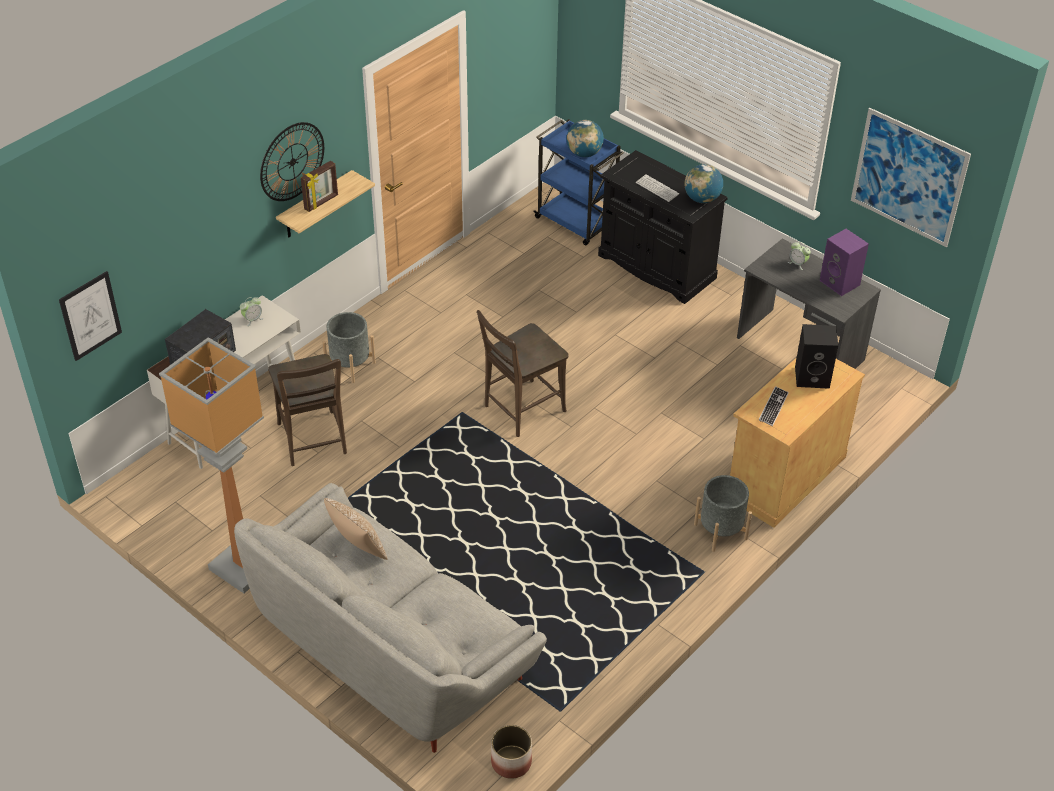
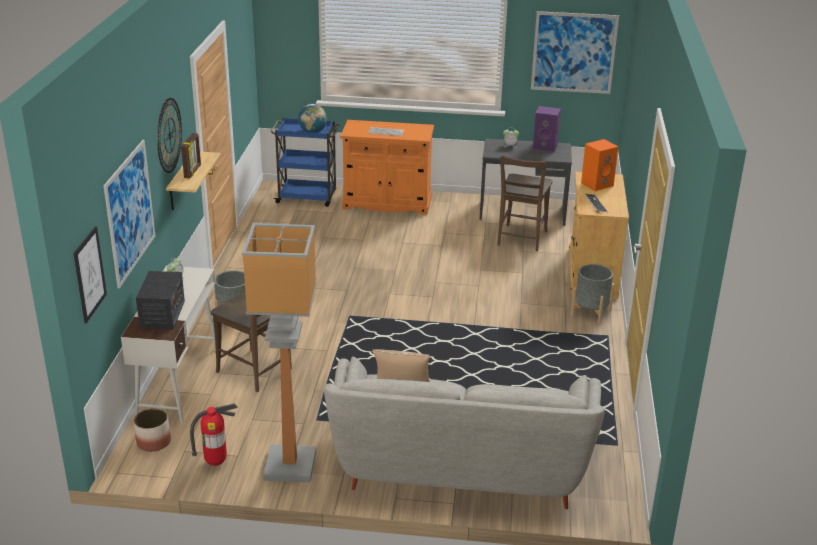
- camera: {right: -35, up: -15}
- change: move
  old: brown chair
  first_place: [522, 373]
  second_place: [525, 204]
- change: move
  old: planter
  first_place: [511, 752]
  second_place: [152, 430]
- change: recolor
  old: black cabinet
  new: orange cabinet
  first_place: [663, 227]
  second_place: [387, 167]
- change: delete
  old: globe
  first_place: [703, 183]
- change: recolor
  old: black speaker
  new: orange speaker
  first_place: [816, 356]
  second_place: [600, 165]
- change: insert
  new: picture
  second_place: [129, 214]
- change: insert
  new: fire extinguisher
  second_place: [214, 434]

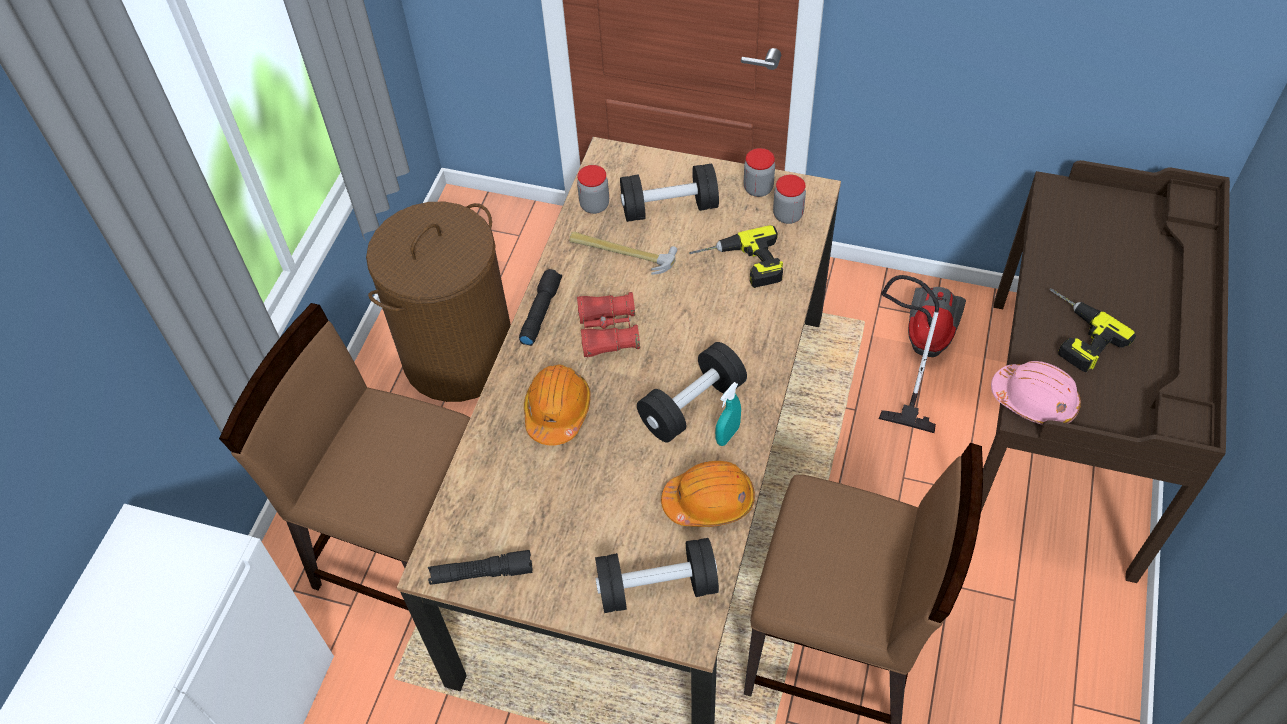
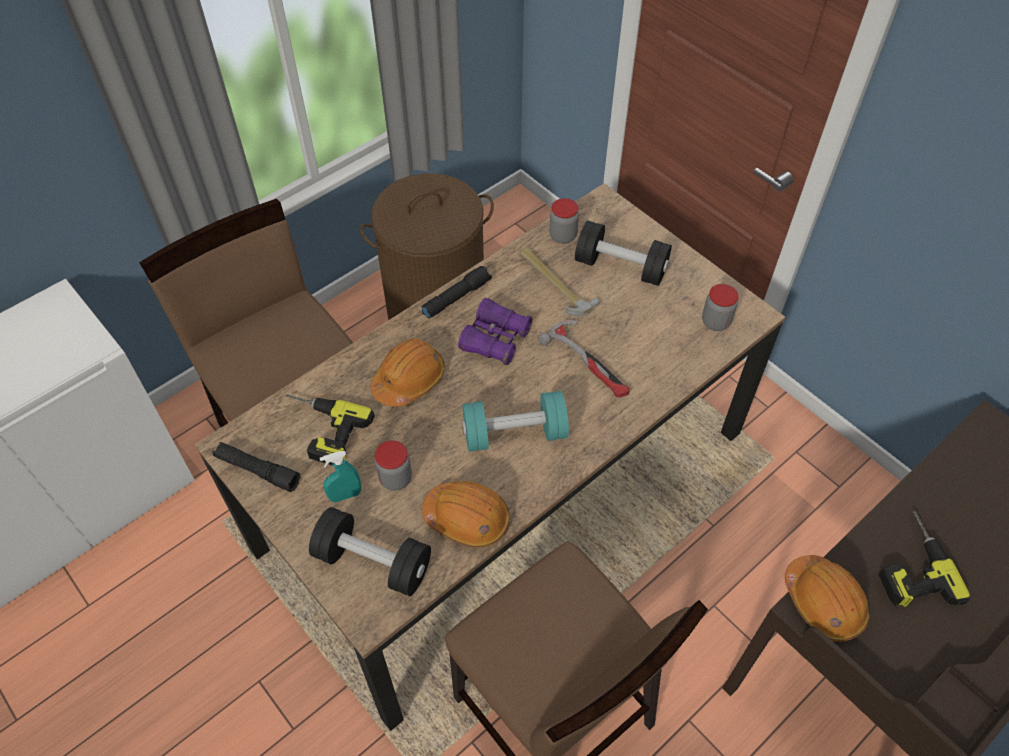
- camera: {right: 30, up: 0}
- change: recolor
  old: red binoculars
  new: purple binoculars
  first_place: [608, 324]
  second_place: [495, 331]
- change: recolor
  old: black dumbbell
  new: turquoise dumbbell
  first_place: [692, 392]
  second_place: [515, 421]
- change: move
  old: power drill
  first_place: [736, 256]
  second_place: [330, 429]
- change: move
  old: turquoise spray bottle
  first_place: [728, 414]
  second_place: [340, 477]
- change: move
  old: jar
  first_place: [759, 172]
  second_place: [393, 465]
- change: delete
  old: vacuum cleaner
  first_place: [922, 354]
- change: recolor
  old: pink hard hat
  new: orange hard hat
  first_place: [1036, 393]
  second_place: [827, 598]
- change: insert
  new: hammer
  second_place: [584, 358]

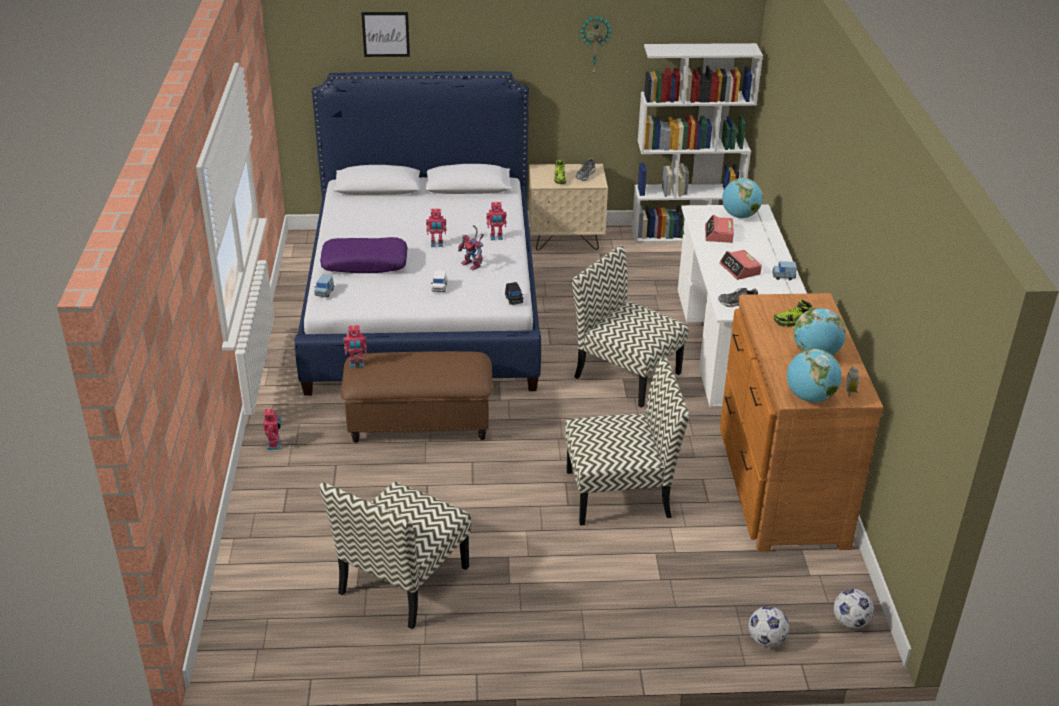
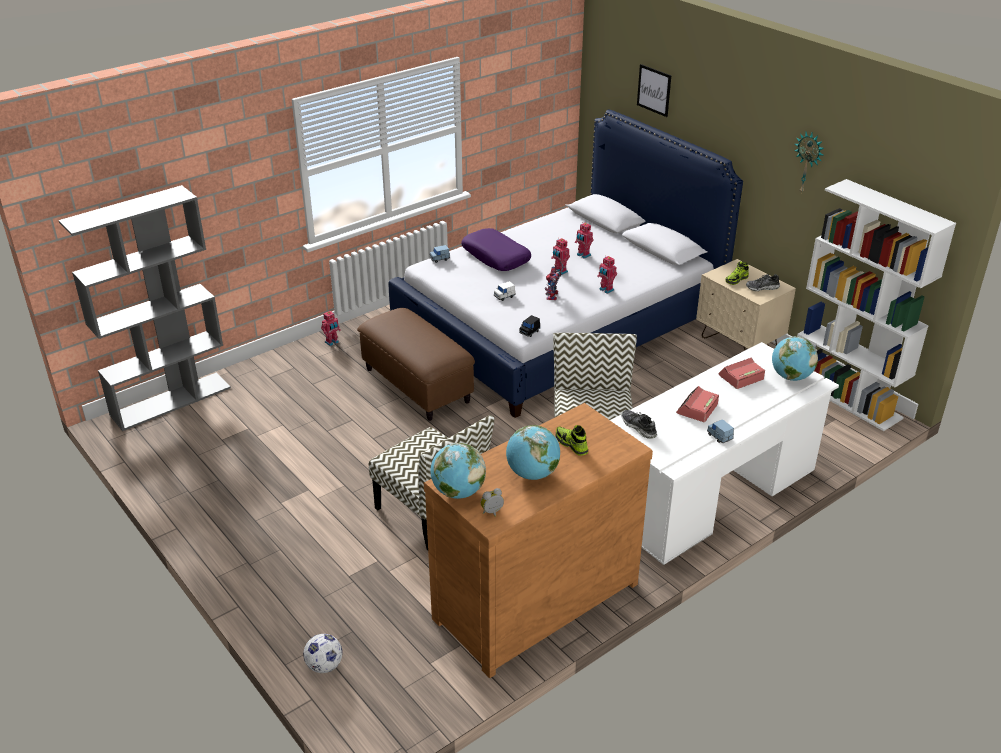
- camera: {right: 55, up: 0}
- change: delete
  old: chair
  first_place: [395, 555]
- change: move
  old: toy robot
  first_place: [355, 346]
  second_place: [584, 240]
- change: delete
  old: football
  first_place: [853, 609]
- change: insert
  new: grey bookcase
  second_place: [144, 308]

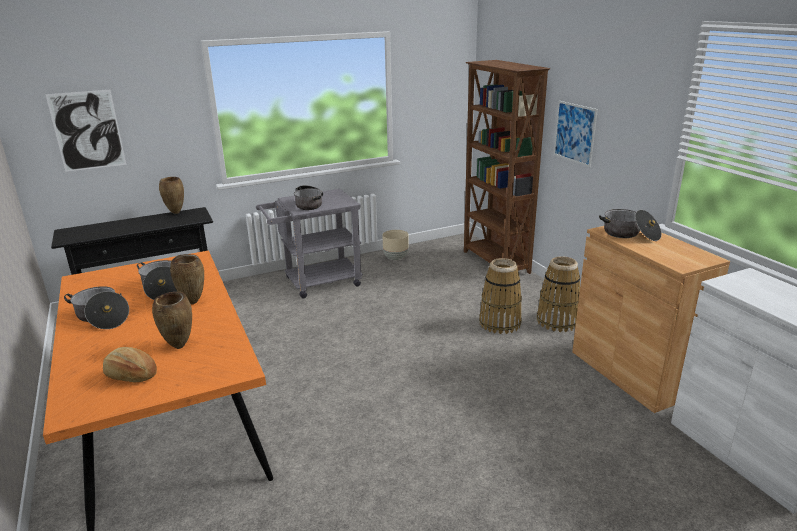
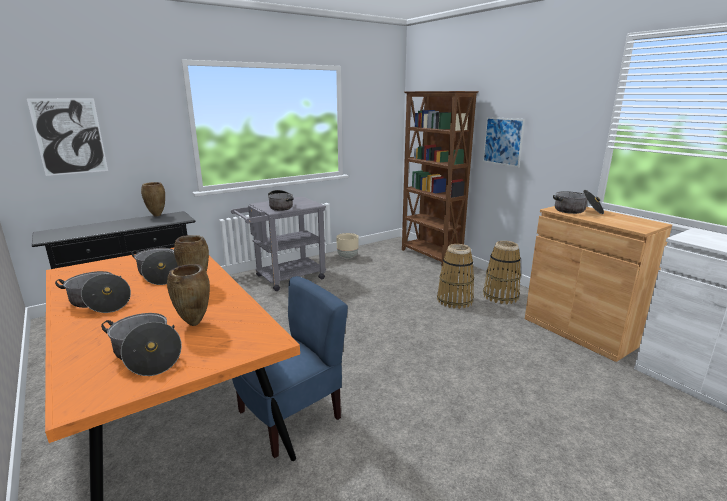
- camera: {right: -10, up: -5}
- change: replace
  old: bread
  new: cooking pot
  first_place: [130, 365]
  second_place: [141, 344]
- change: insert
  new: blue chair
  second_place: [290, 367]

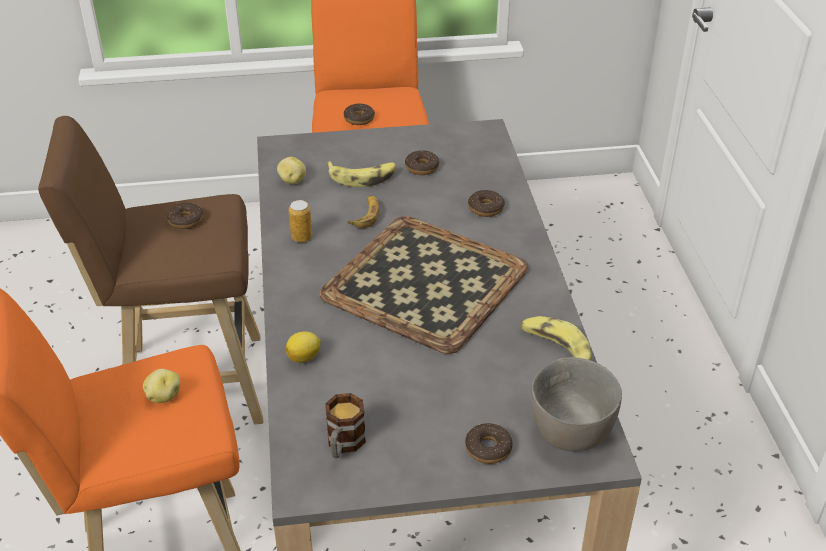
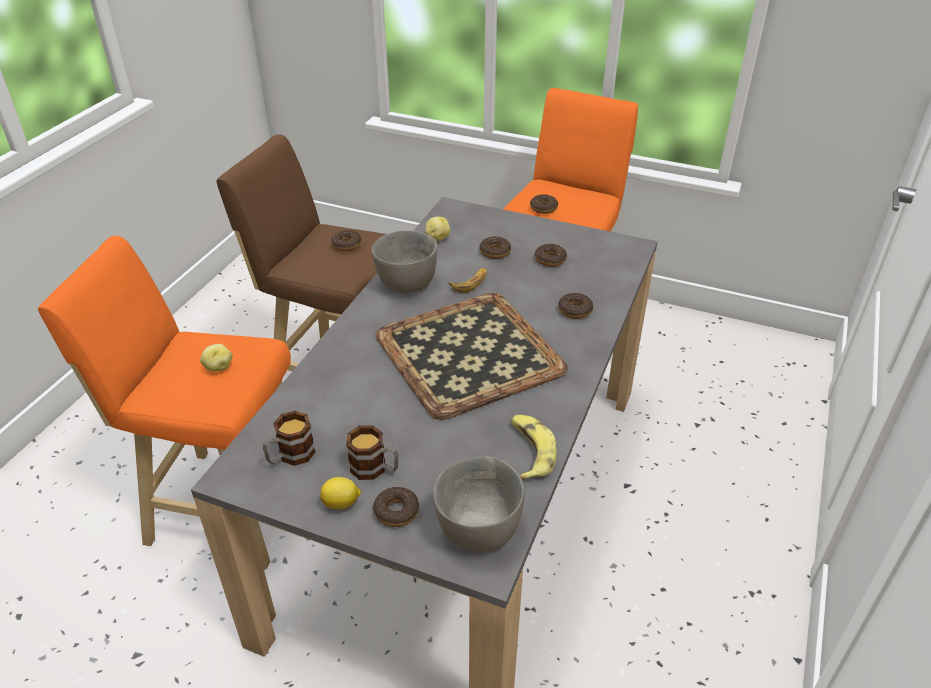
- camera: {right: 30, up: 0}
- change: move
  old: lemon
  first_place: [303, 347]
  second_place: [340, 493]
- change: replace
  old: can
  new: grey bowl
  first_place: [300, 221]
  second_place: [404, 261]
- change: replace
  old: banana
  new: donut
  first_place: [361, 174]
  second_place: [495, 247]
- change: insert
  new: mug
  second_place: [372, 453]

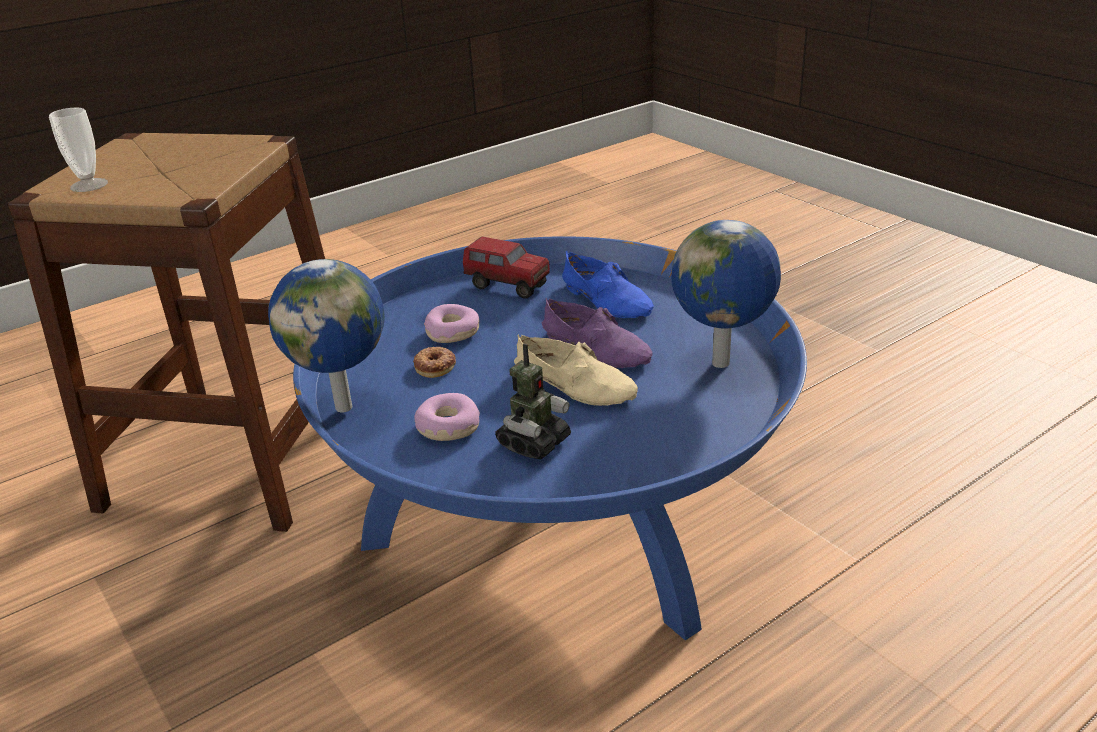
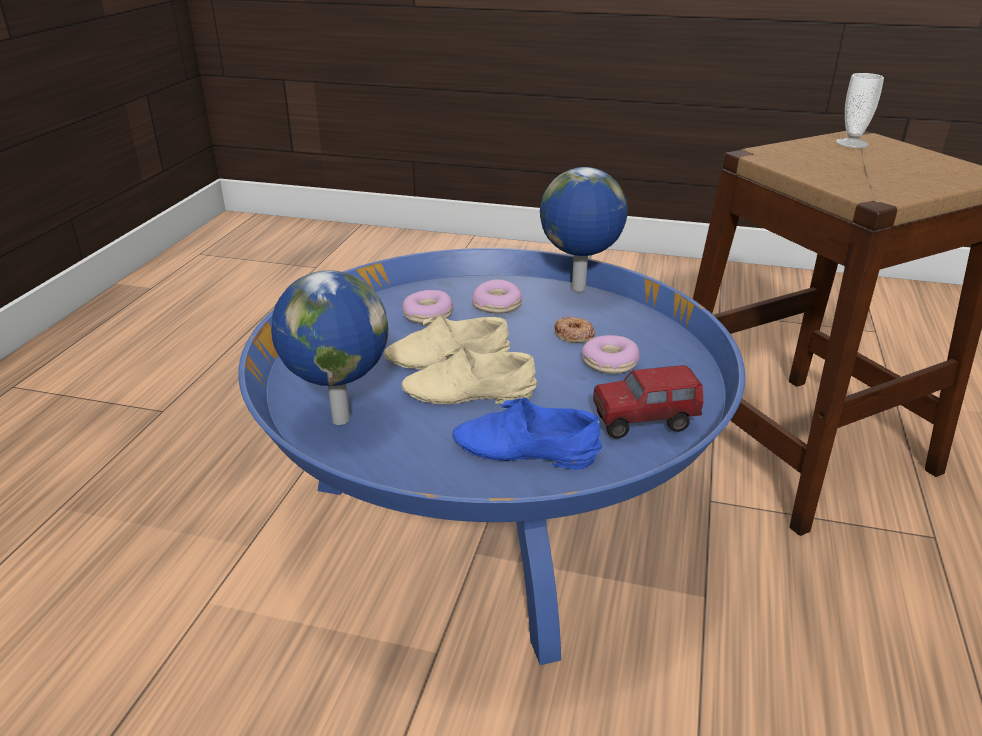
- camera: {right: 140, up: 0}
- change: replace
  old: toy robot
  new: donut
  first_place: [533, 401]
  second_place: [427, 307]
- change: recolor
  old: purple shoe
  new: beige shoe
  first_place: [597, 332]
  second_place: [469, 374]

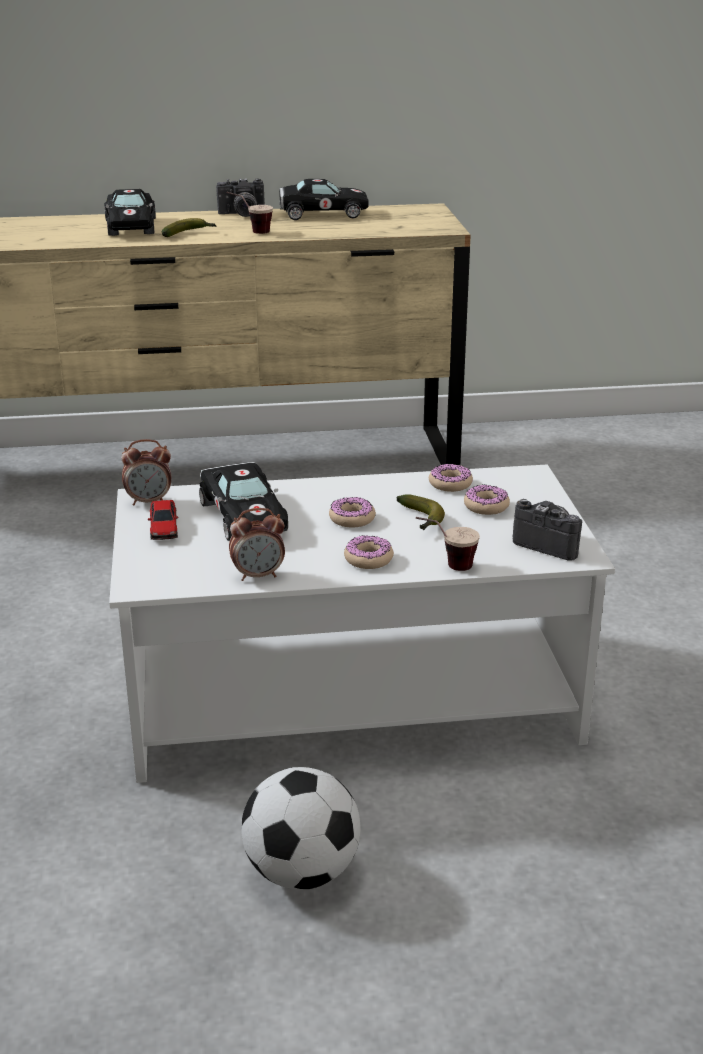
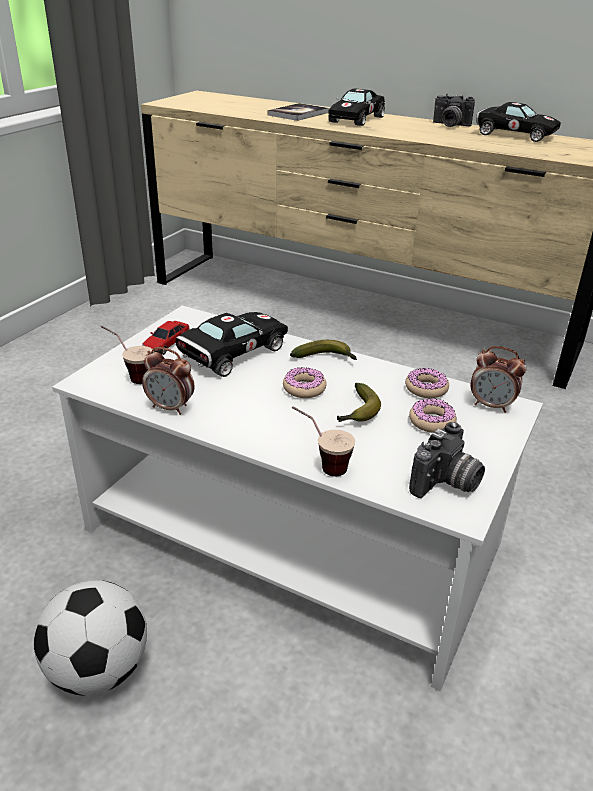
- camera: {right: 35, up: 5}
- change: move
  old: alarm clock
  first_place: [146, 472]
  second_place: [499, 379]
- change: move
  old: banana
  first_place: [189, 227]
  second_place: [323, 350]
- change: rotate
  old: black toy car
  first_place: [243, 501]
  second_place: [231, 344]
  degrees: -150
- change: move
  old: cup
  first_place: [250, 213]
  second_place: [127, 354]
- change: delete
  old: donut
  first_place: [369, 552]
- change: rotate
  old: photo camera
  first_place: [547, 530]
  second_place: [447, 460]
  degrees: 60
- change: insert
  new: book
  second_place: [298, 112]

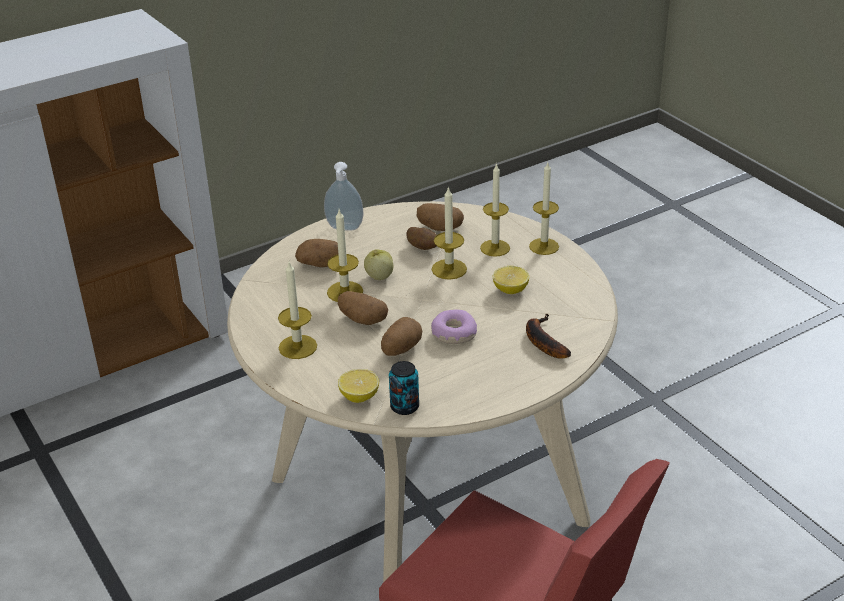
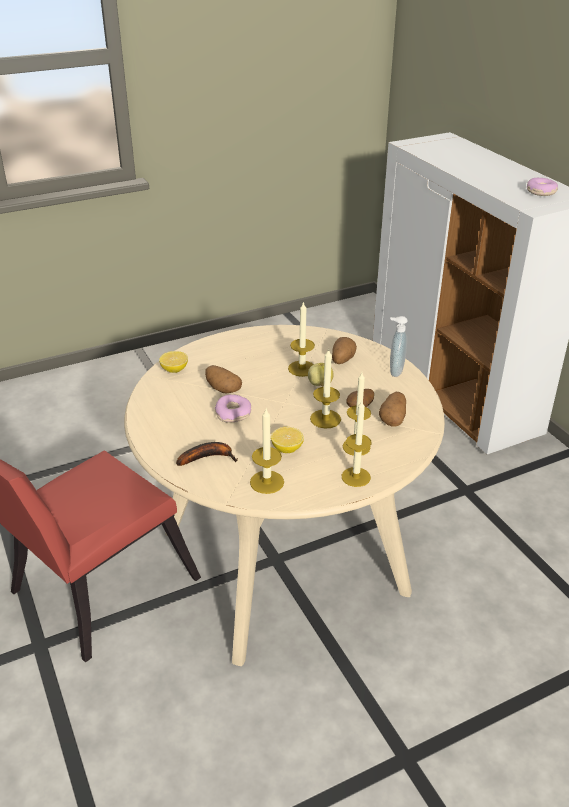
- camera: {right: 95, up: 0}
- change: move
  old: candle
  first_place: [297, 310]
  second_place: [267, 451]
- change: delete
  old: potato
  first_place: [363, 308]
- change: delete
  old: can
  first_place: [404, 388]
- change: insert
  new: donut
  second_place: [542, 187]

